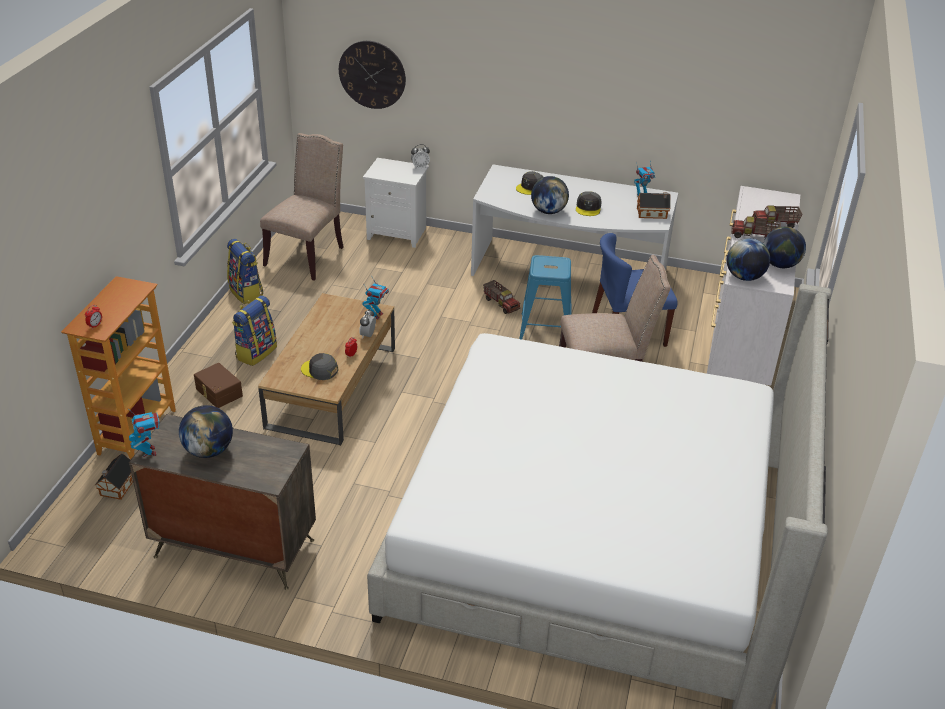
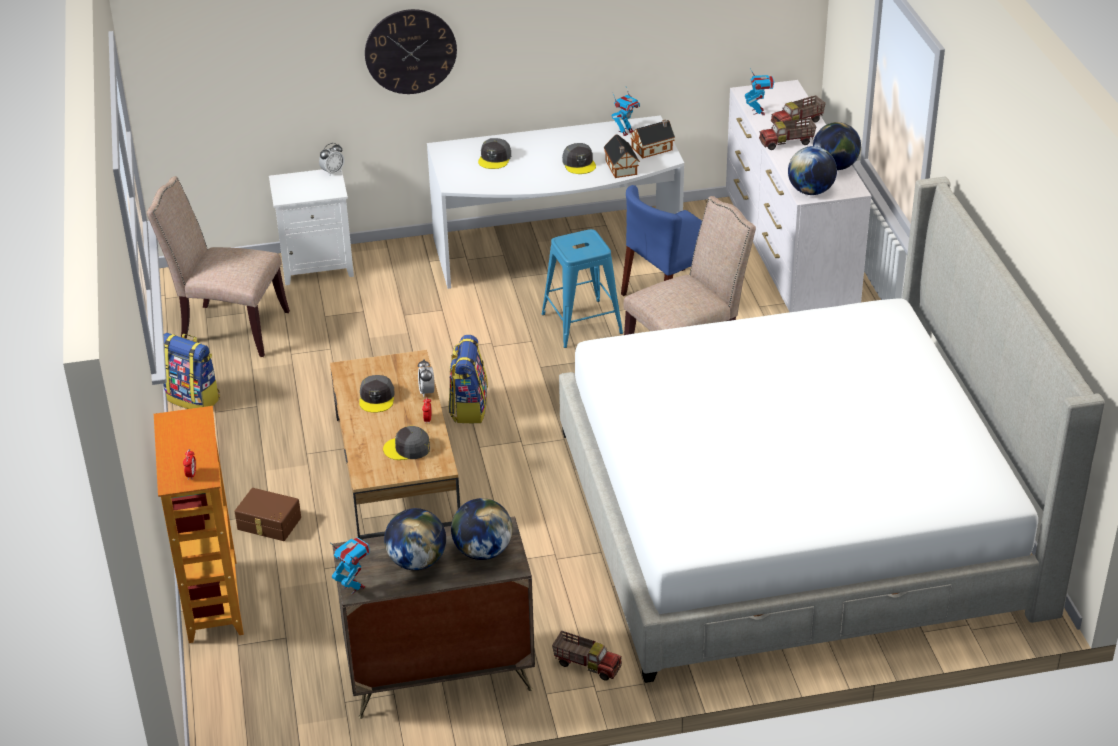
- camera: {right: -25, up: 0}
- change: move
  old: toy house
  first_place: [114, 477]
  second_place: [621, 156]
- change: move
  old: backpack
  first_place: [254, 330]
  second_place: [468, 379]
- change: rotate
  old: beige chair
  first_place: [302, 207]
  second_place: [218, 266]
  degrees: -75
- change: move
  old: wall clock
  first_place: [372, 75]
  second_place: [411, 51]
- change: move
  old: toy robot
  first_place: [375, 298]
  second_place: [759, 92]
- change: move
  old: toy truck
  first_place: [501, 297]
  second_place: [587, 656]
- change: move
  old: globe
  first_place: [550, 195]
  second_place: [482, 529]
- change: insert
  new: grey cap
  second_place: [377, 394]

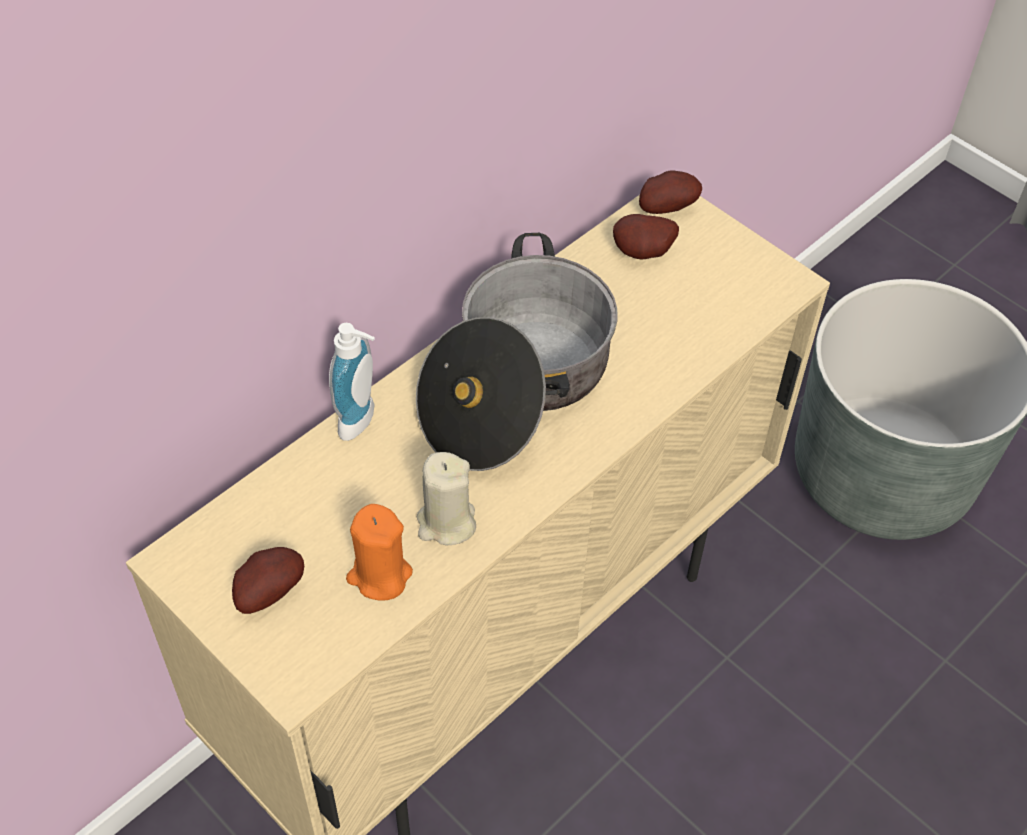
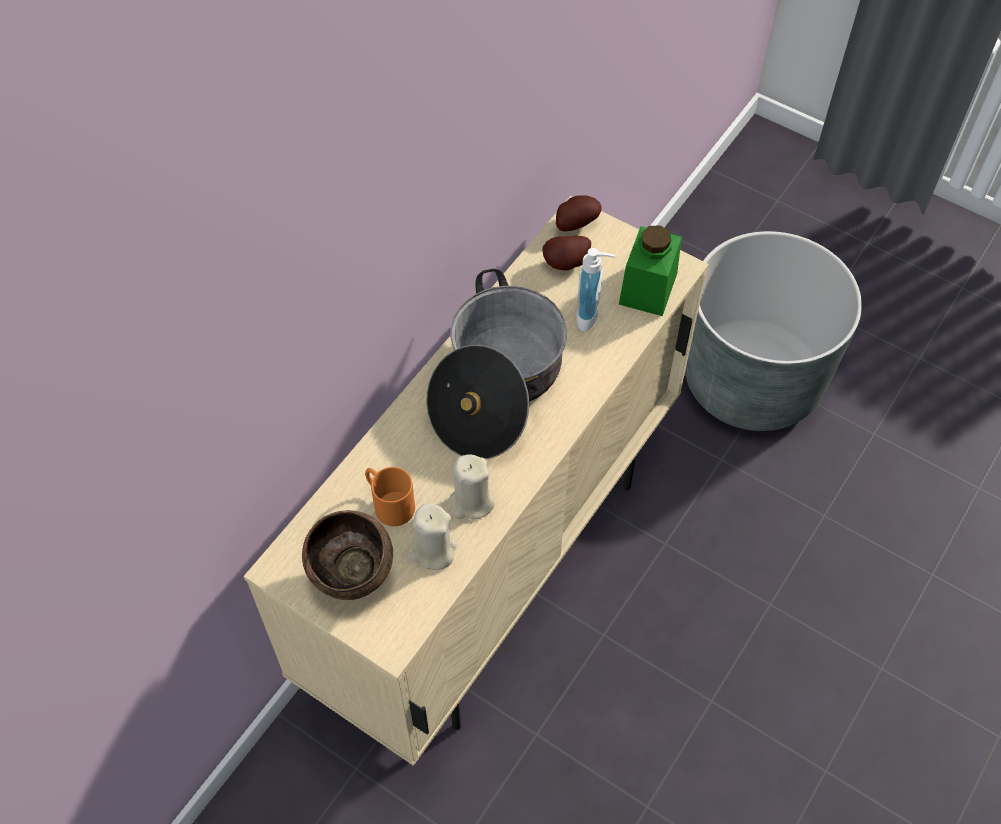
- camera: {right: -10, up: 5}
- change: replace
  old: potato
  new: brown bowl
  first_place: [268, 580]
  second_place: [347, 555]
- change: move
  old: soap dispenser
  first_place: [352, 382]
  second_place: [595, 289]
- change: recolor
  old: orange candle
  new: beige candle
  first_place: [379, 552]
  second_place: [433, 537]
- change: insert
  new: orange mug
  second_place: [390, 496]
- change: insert
  new: green jar
  second_place: [650, 270]

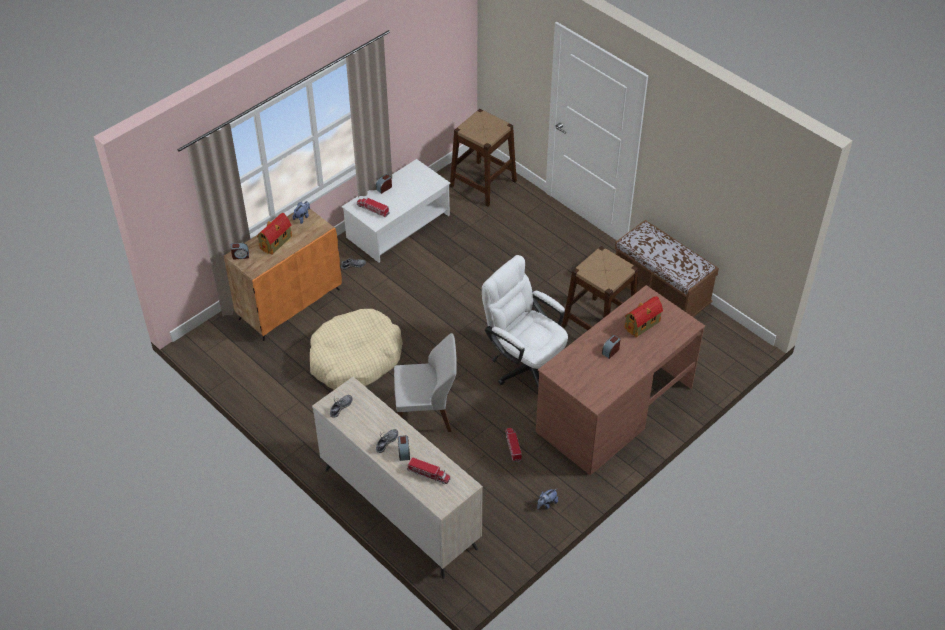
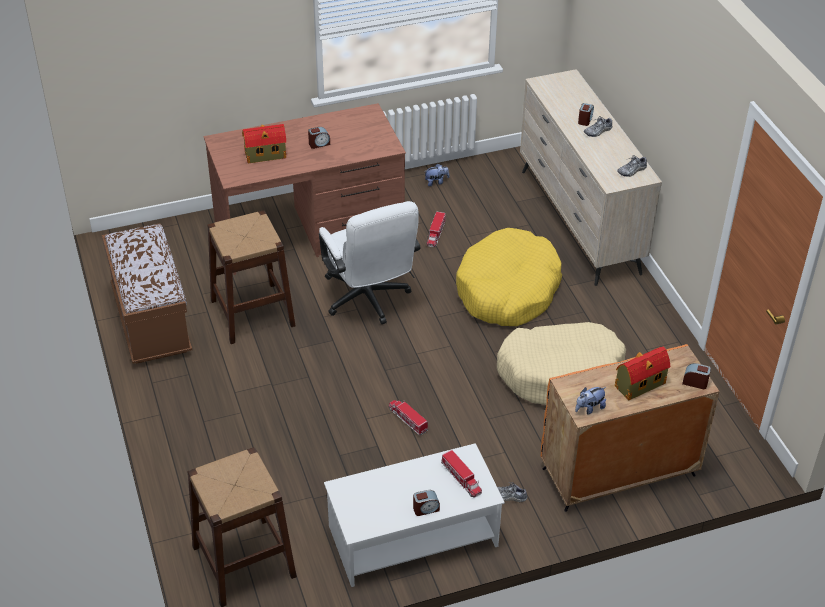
- camera: {right: -155, up: -5}
- change: replace
  old: white chair
  new: yellow dog bed
  first_place: [425, 382]
  second_place: [509, 277]
- change: move
  old: toy truck
  first_place: [429, 470]
  second_place: [408, 417]

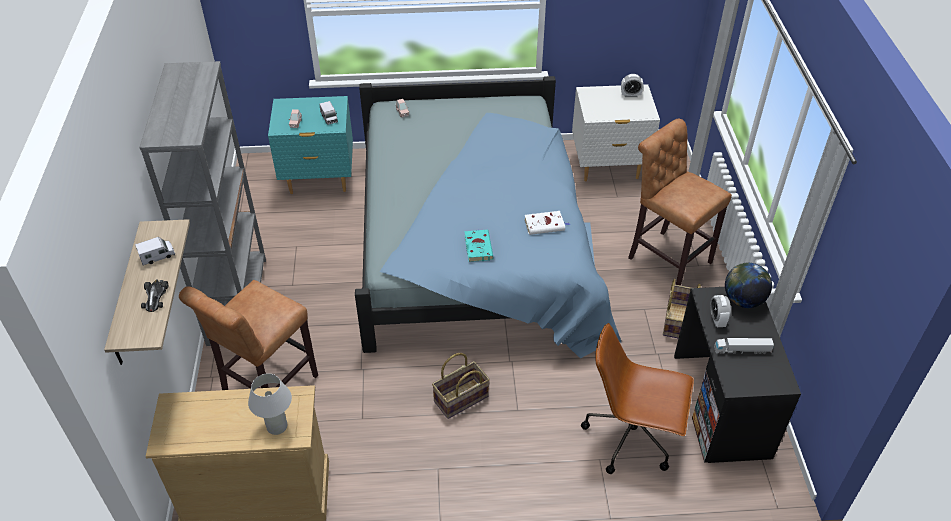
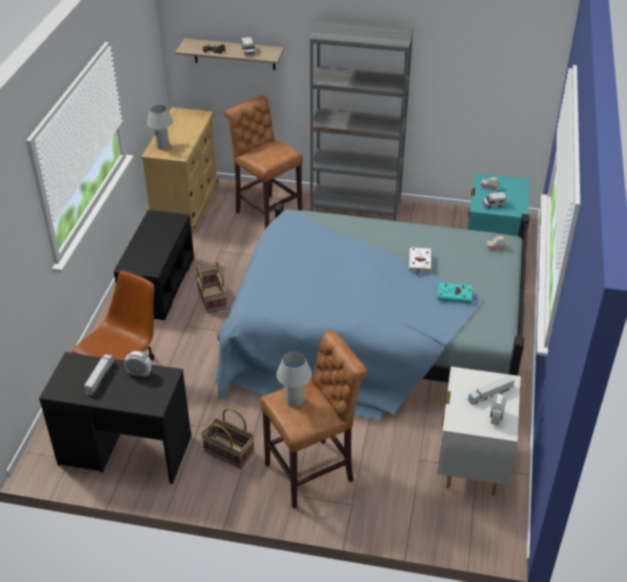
- camera: {right: 105, up: -5}
- change: move
  old: turquoise book
  first_place: [479, 246]
  second_place: [457, 292]
- change: move
  old: white book
  first_place: [547, 223]
  second_place: [420, 262]
- change: delete
  old: globe
  first_place: [748, 285]
- change: insert
  new: black bench
  second_place: [154, 265]
- change: insert
  new: white table lamp
  second_place: [294, 379]
- change: insert
  new: toy truck
  second_place: [491, 390]

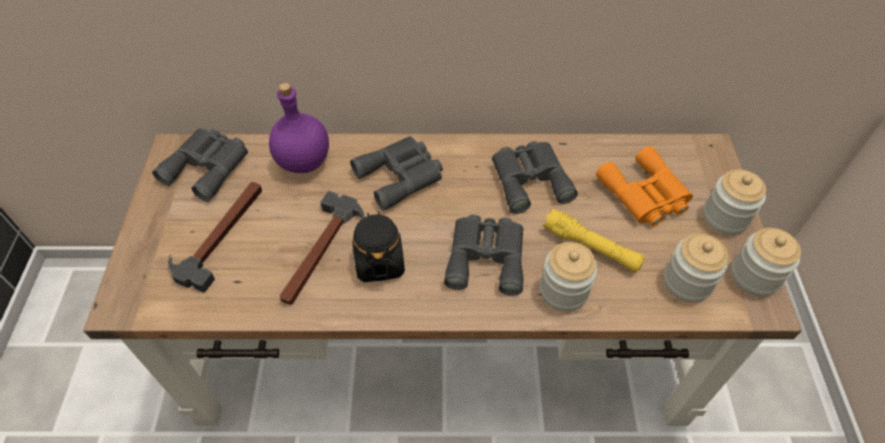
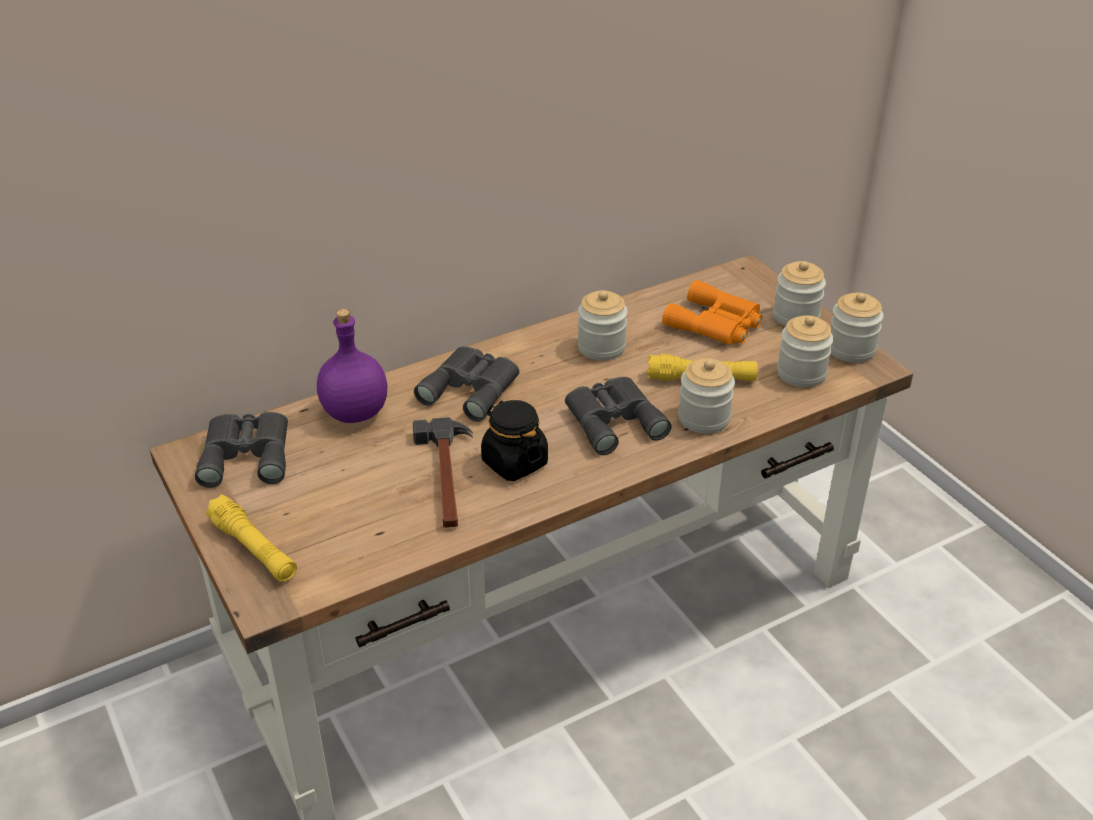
- camera: {right: -30, up: -15}
- change: delete
  old: hammer
  first_place: [215, 237]
- change: replace
  old: grey binoculars
  new: jar
  first_place: [535, 177]
  second_place: [602, 325]
- change: insert
  new: yellow flashlight
  second_place: [251, 538]

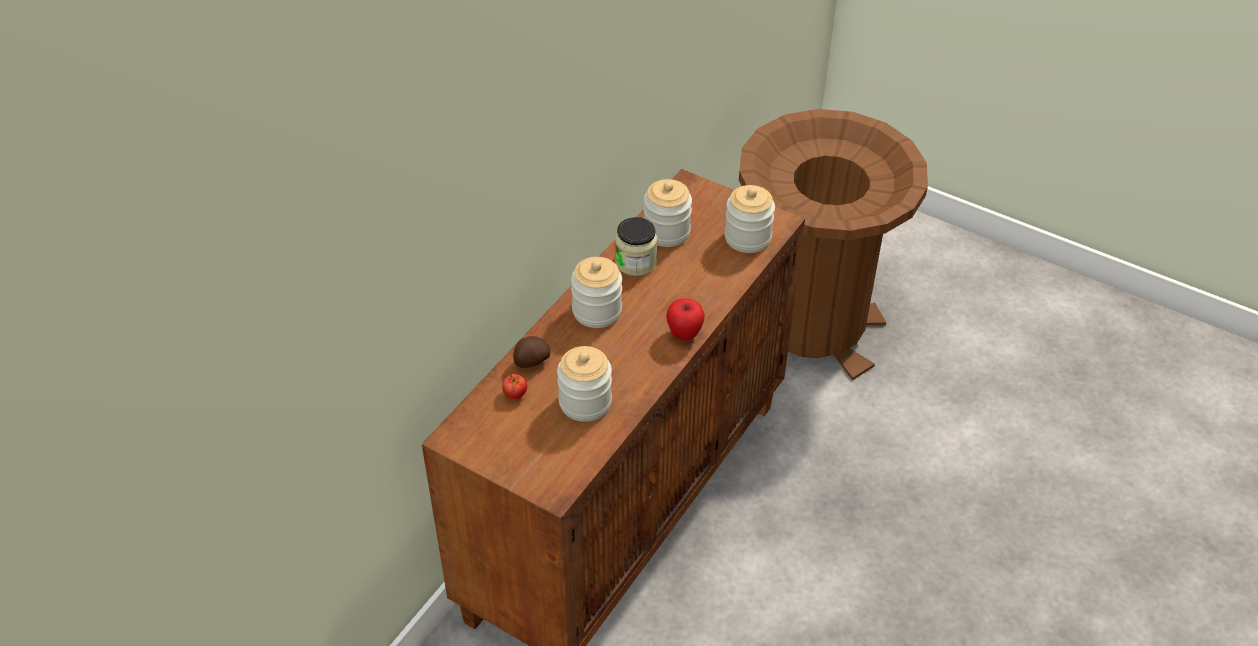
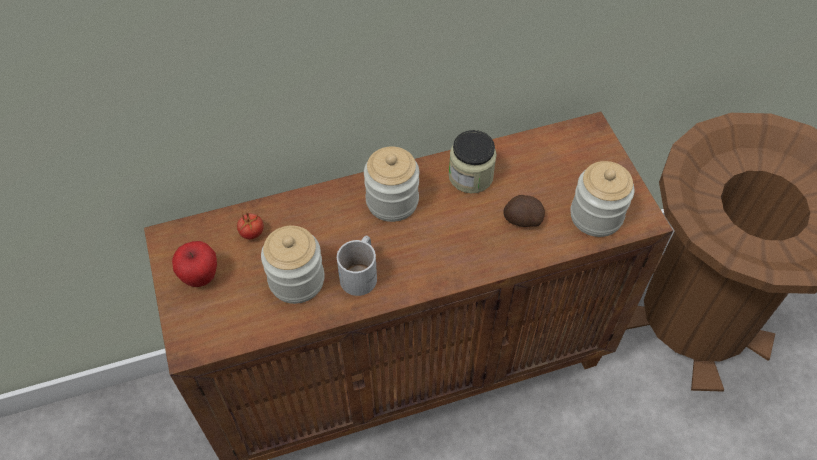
- camera: {right: 40, up: 10}
- change: move
  old: potato
  first_place: [531, 352]
  second_place: [524, 211]
- change: delete
  old: jar
  first_place: [668, 213]
- change: move
  old: apple
  first_place: [685, 319]
  second_place: [194, 264]
- change: insert
  new: white mug
  second_place: [357, 266]

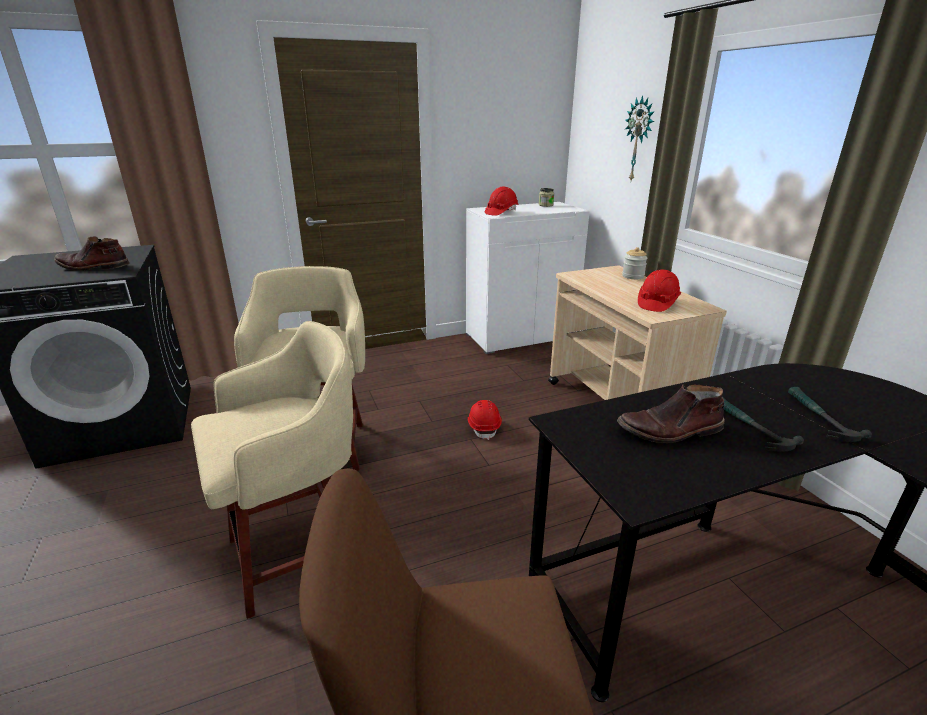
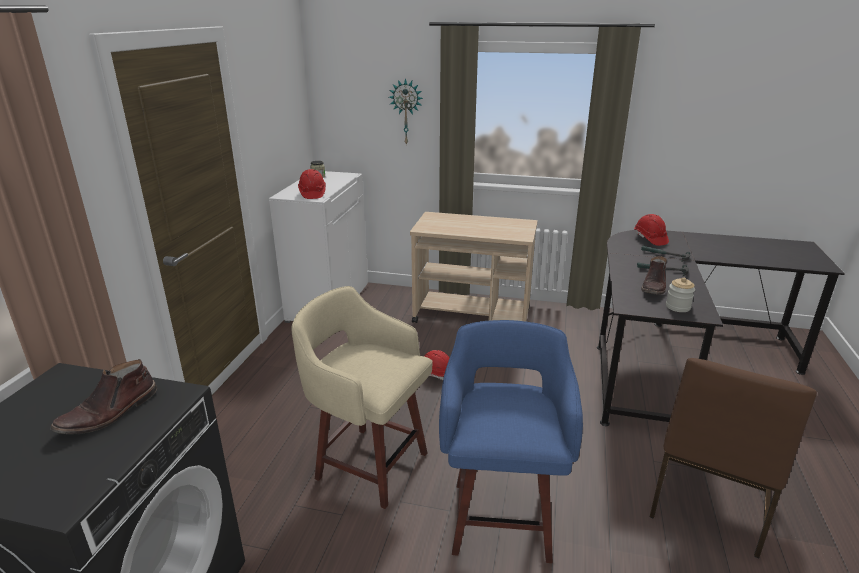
- camera: {right: -55, up: 0}
- change: recolor
  old: beige stool
  new: blue stool
  first_place: [272, 470]
  second_place: [511, 441]
- change: move
  old: jar
  first_place: [634, 263]
  second_place: [680, 295]
- change: move
  old: red hard hat
  first_place: [659, 290]
  second_place: [651, 230]

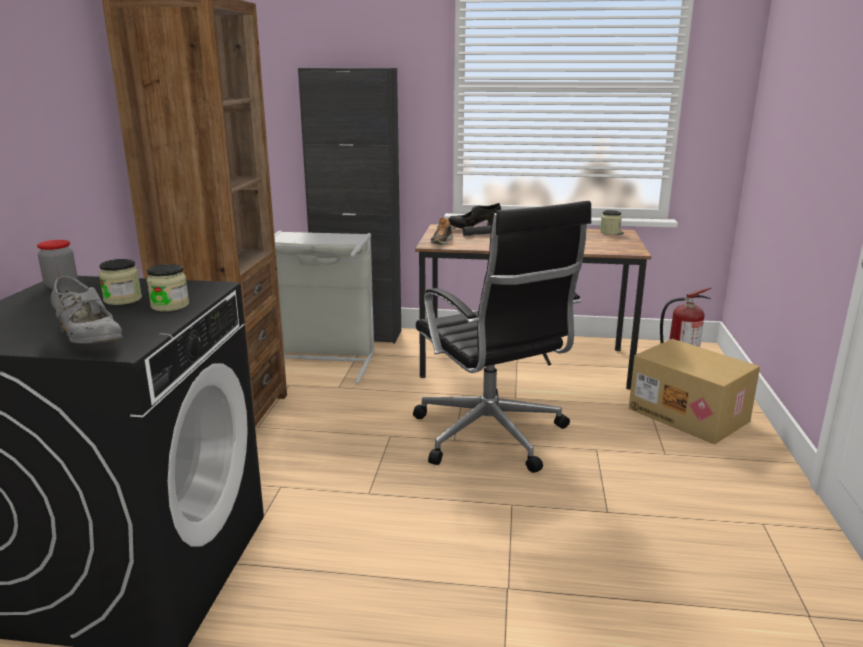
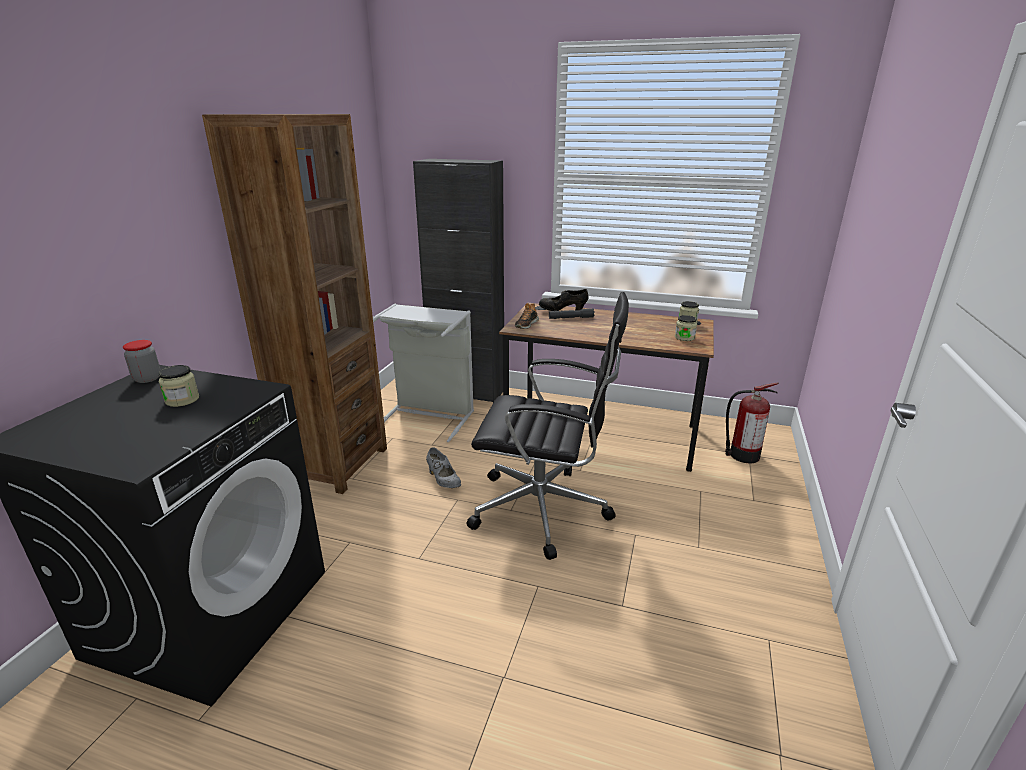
- camera: {right: 10, up: 5}
- change: move
  old: grey shoe
  first_place: [86, 310]
  second_place: [443, 467]
- change: move
  old: jar
  first_place: [167, 287]
  second_place: [686, 328]
- change: rotate
  old: black office chair
  first_place: [502, 337]
  second_place: [547, 426]
  degrees: -60
- change: delete
  old: cardboard box
  first_place: [694, 391]

